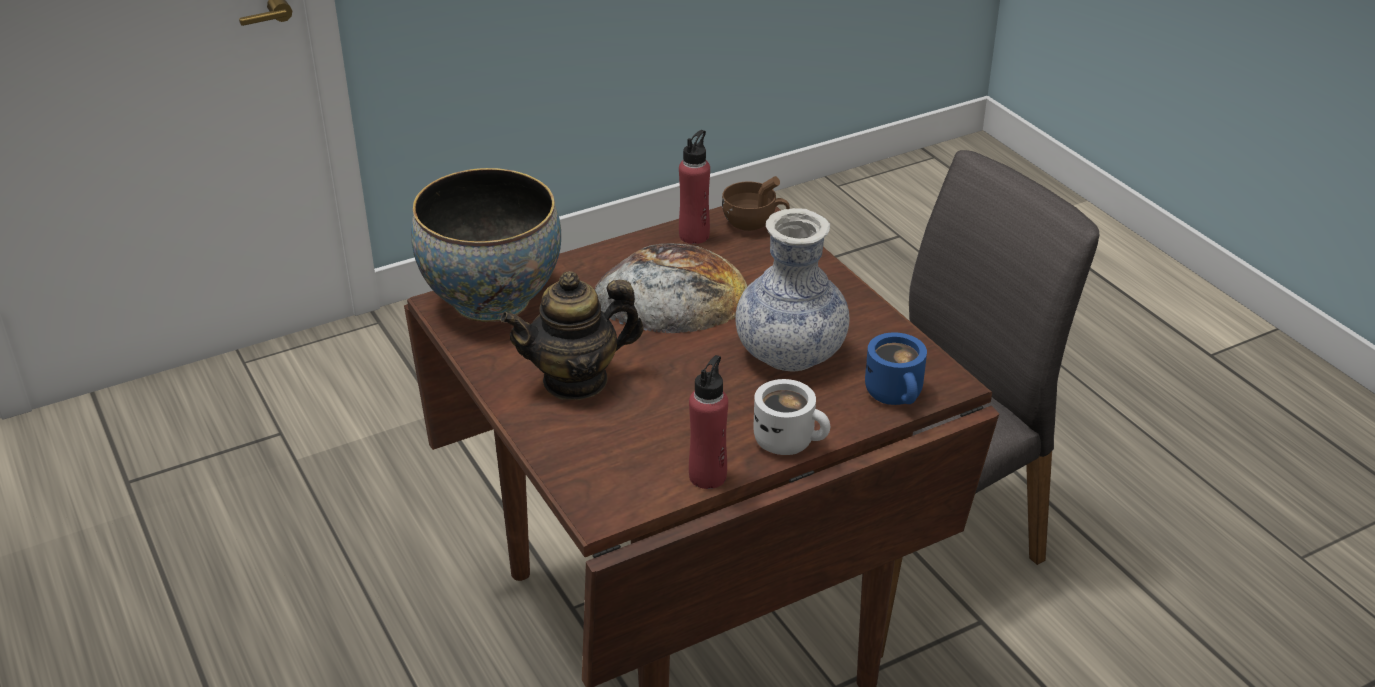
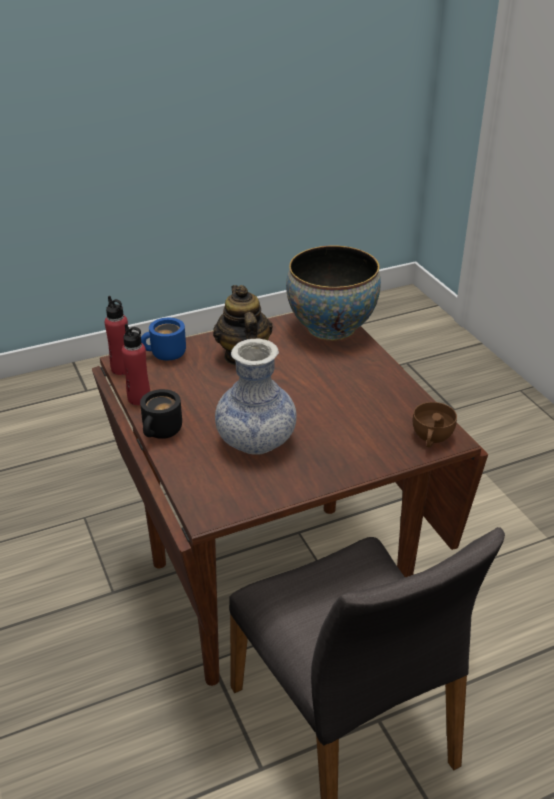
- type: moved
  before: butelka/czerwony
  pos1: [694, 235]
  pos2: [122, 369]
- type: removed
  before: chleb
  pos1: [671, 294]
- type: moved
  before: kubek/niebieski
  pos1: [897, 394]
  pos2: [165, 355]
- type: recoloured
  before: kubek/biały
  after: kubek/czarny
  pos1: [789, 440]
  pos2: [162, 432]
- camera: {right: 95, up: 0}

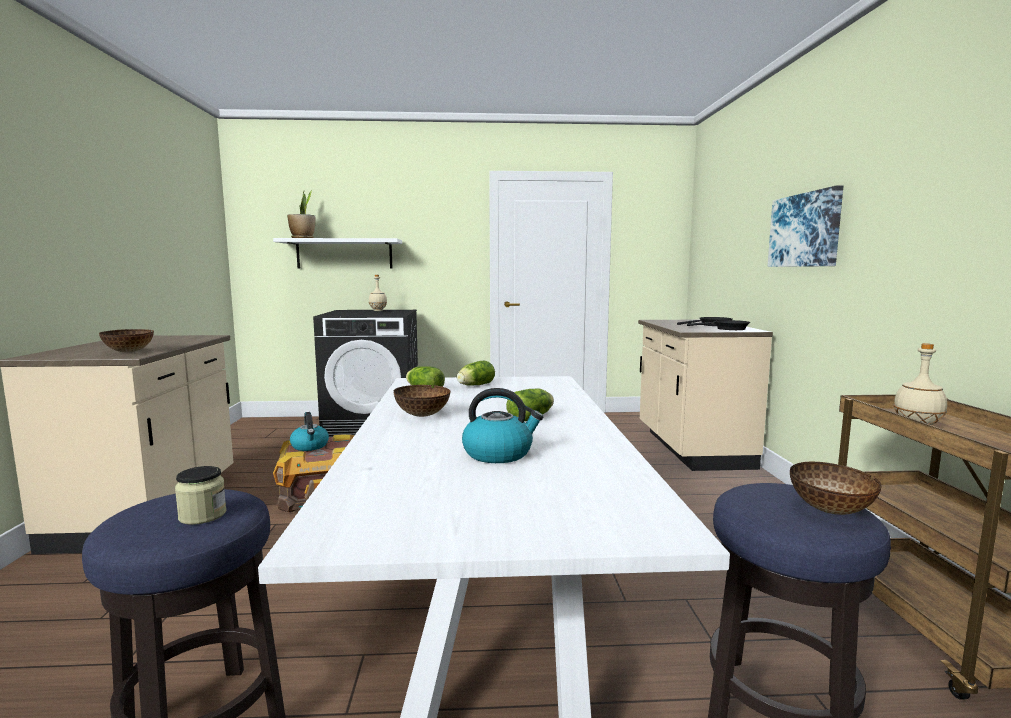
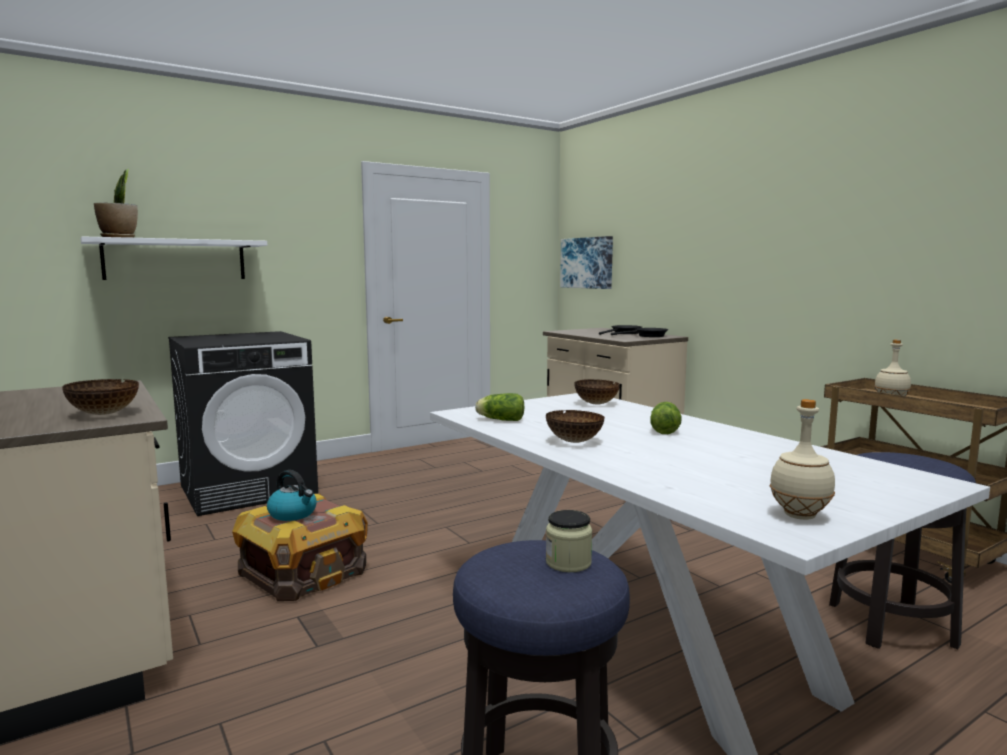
- type: moved
  before: obraz
  pos1: [805, 230]
  pos2: [587, 263]
- type: moved
  before: butelka/beżowy
  pos1: [378, 311]
  pos2: [798, 515]
- type: removed
  before: sałata
  pos1: [474, 385]
- type: removed
  before: czajnik
  pos1: [499, 453]
- type: moved
  before: miska
  pos1: [830, 511]
  pos2: [596, 404]
- camera: {right: -30, up: 0}

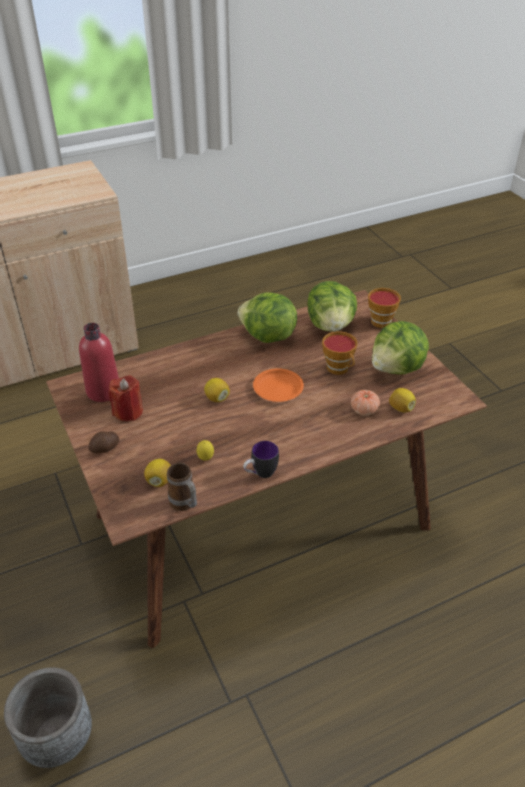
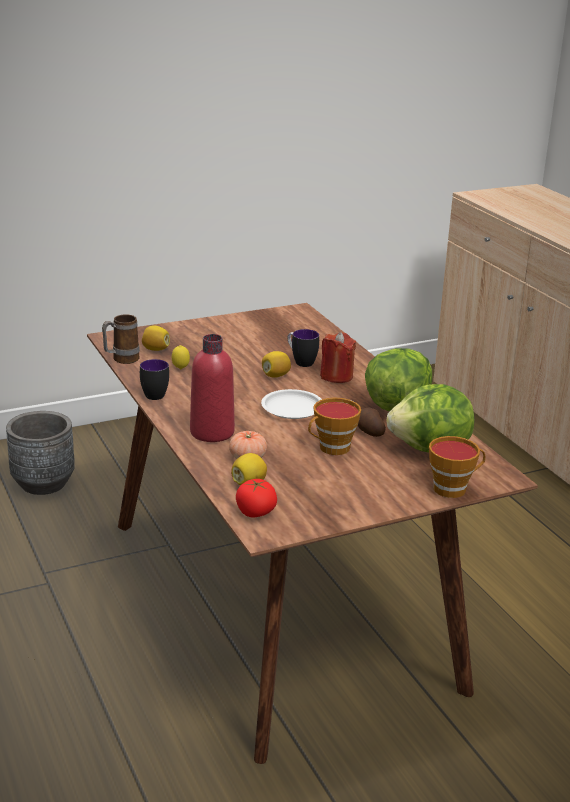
- type: removed
  before: sałata
  pos1: [397, 368]
- type: moved
  before: butelka/czerwony
  pos1: [103, 391]
  pos2: [212, 432]
- type: recoloured
  before: talerz/pomarańczowy
  after: talerz/biały
  pos1: [278, 388]
  pos2: [293, 408]
- type: moved
  before: świeca/czerwony
  pos1: [128, 412]
  pos2: [336, 376]
- type: moved
  before: ziemniak
  pos1: [105, 448]
  pos2: [369, 432]
- type: added
  after: kubek
  pos2: [300, 361]
- type: added
  after: pomidor
  pos2: [255, 512]
- camera: {right: 90, up: -15}

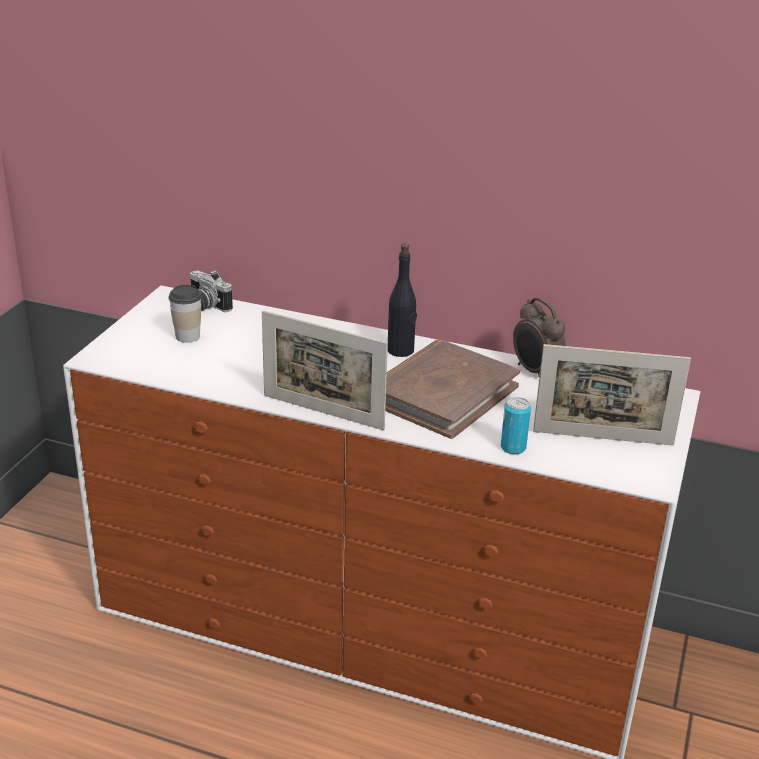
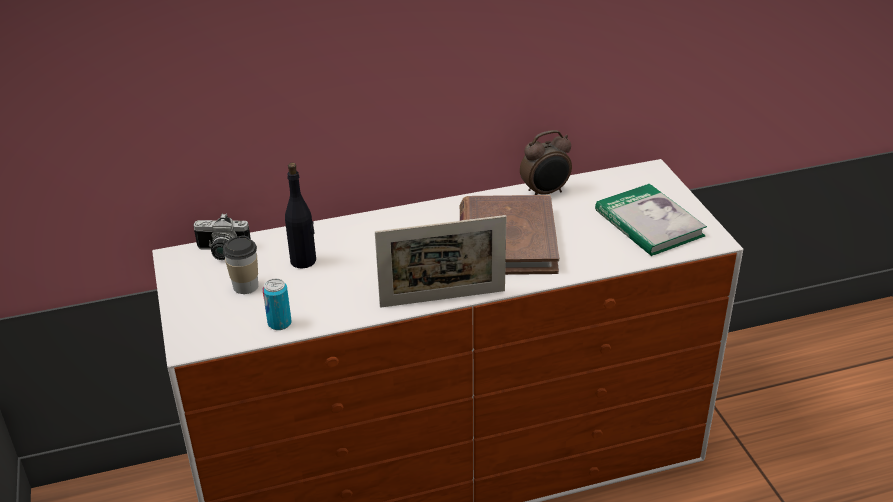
- type: moved
  before: butelka/czarny
  pos1: [401, 350]
  pos2: [303, 261]
- type: turned
  before: budzik
  pos1: [535, 372]
  pos2: [545, 193]
  turn: -45
- type: replaced
  before: ramka na zdjęcie
  after: książka
  pos1: [602, 438]
  pos2: [649, 223]
- type: moved
  before: puszka
  pos1: [513, 447]
  pos2: [279, 323]
- camera: {right: -35, up: 5}

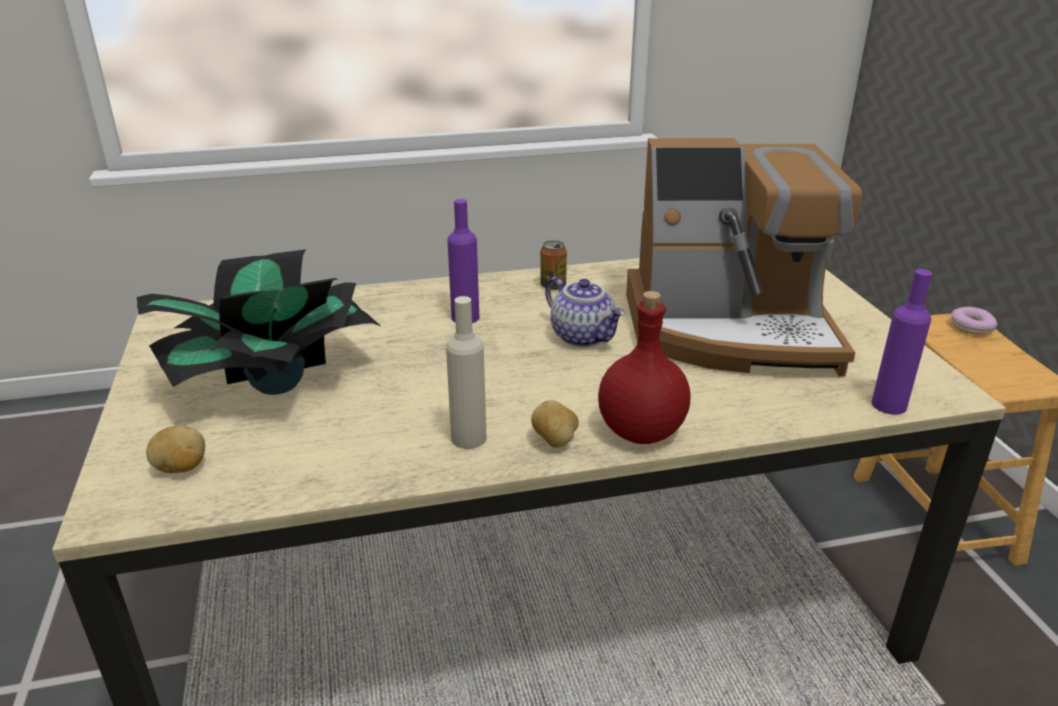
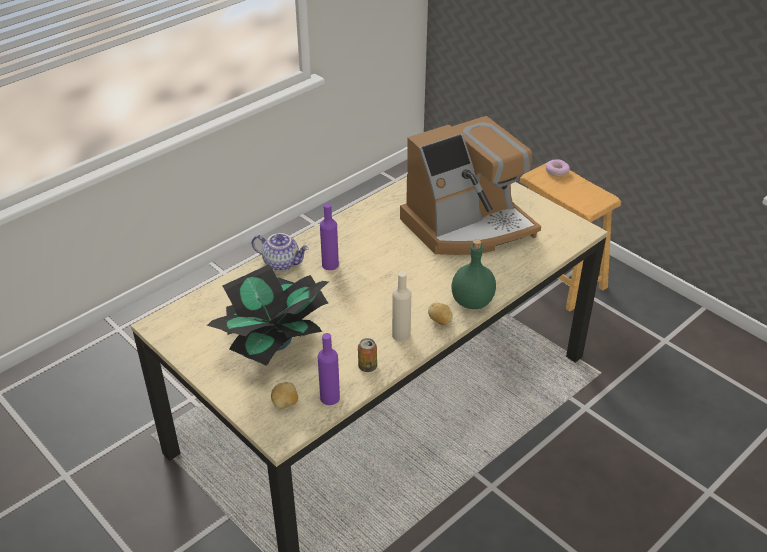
- type: moved
  before: puszka
  pos1: [553, 286]
  pos2: [367, 367]
- type: moved
  before: butelka/fioletowy
  pos1: [889, 405]
  pos2: [330, 397]
- type: moved
  before: imbryk
  pos1: [584, 336]
  pos2: [282, 263]
- type: recoloured
  before: butelka/czerwony
  after: butelka/zielony
  pos1: [640, 431]
  pos2: [471, 301]
- camera: {right: -30, up: 10}

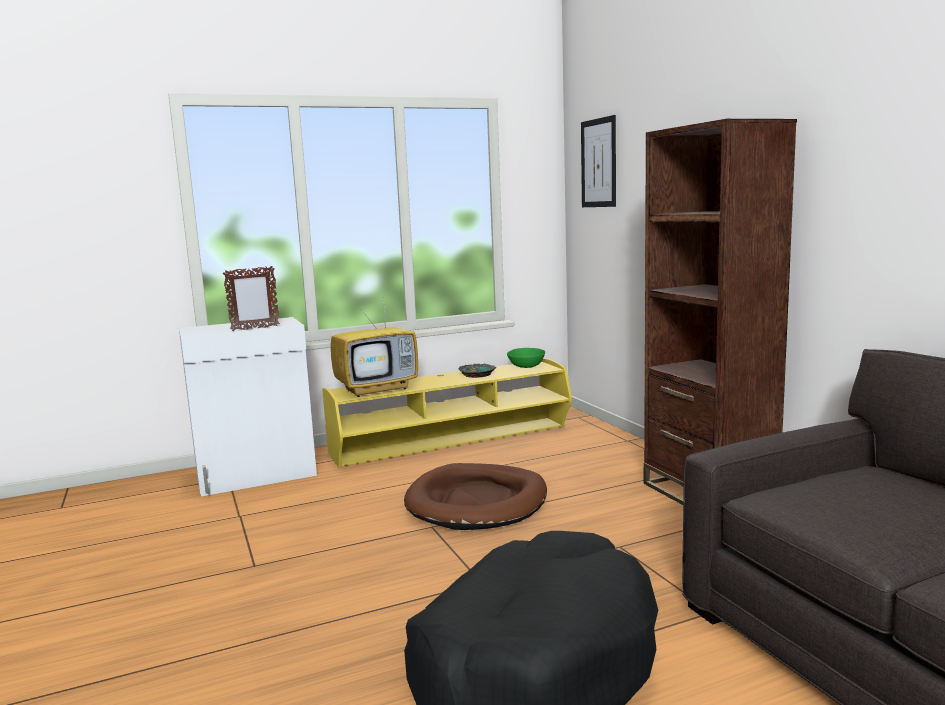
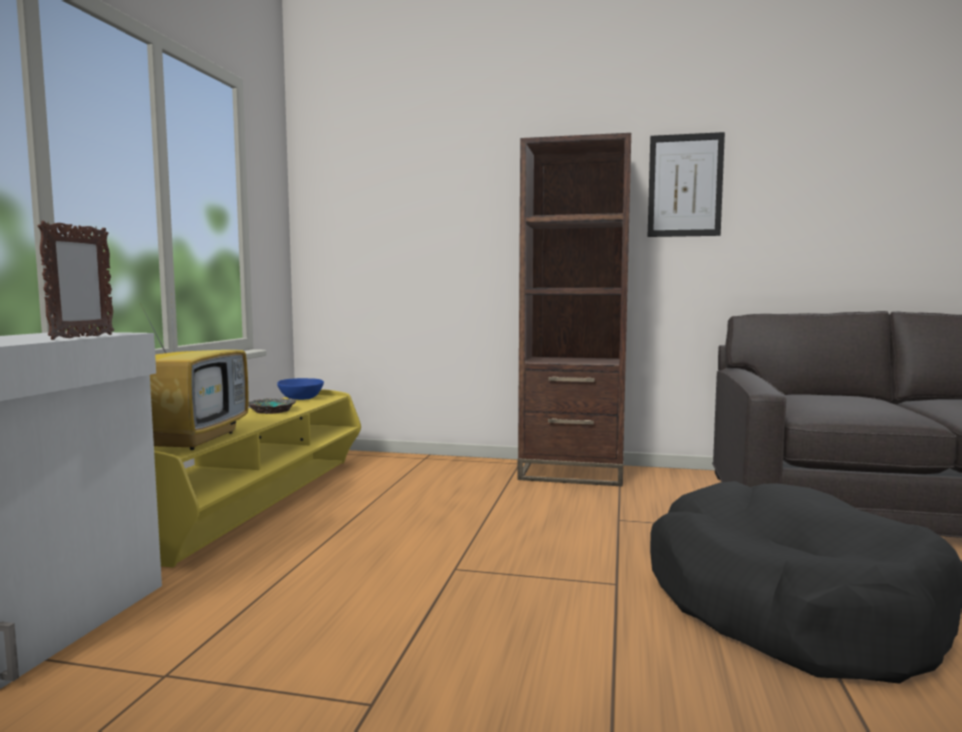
- type: moved
  before: obraz
  pos1: [598, 163]
  pos2: [685, 185]
- type: recoloured
  before: miska/zielony
  after: miska/niebieski
  pos1: [526, 366]
  pos2: [301, 398]
- type: removed
  before: legowisko/brązowy
  pos1: [477, 502]
- camera: {right: -55, up: -5}

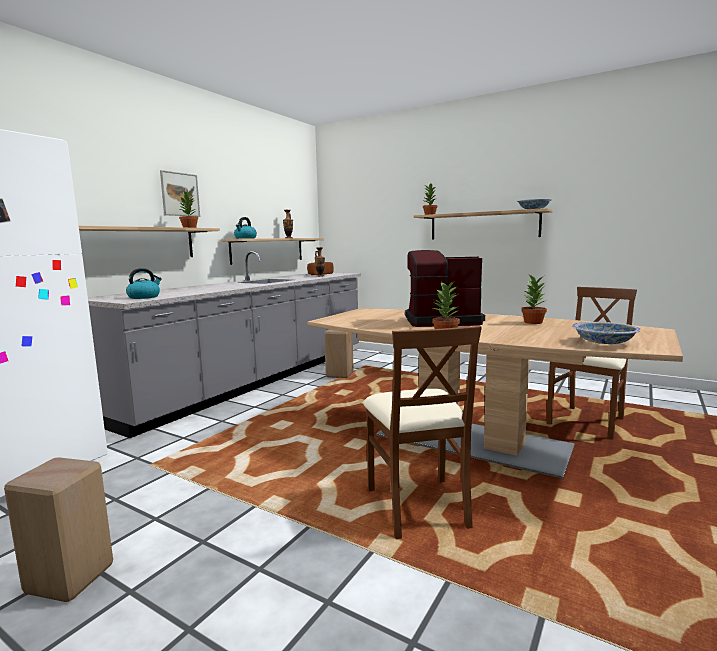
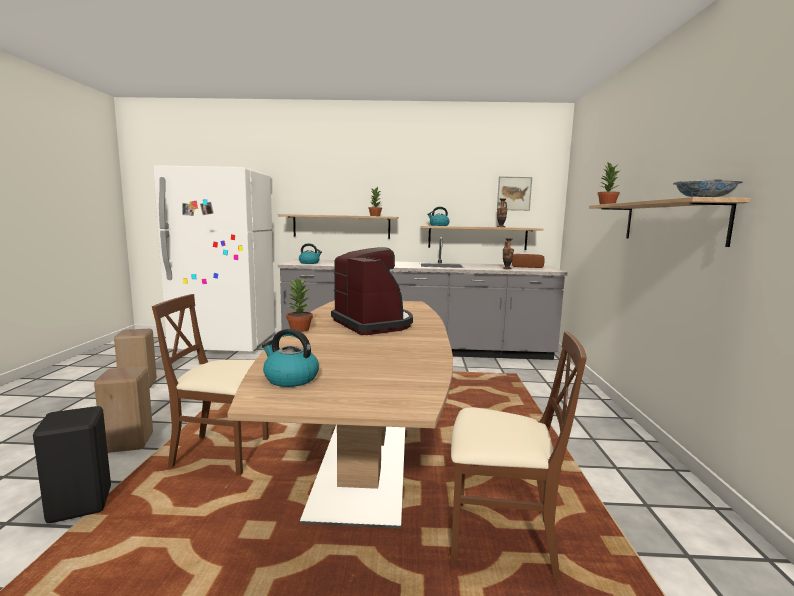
- type: moved
  before: obraz
  pos1: [180, 194]
  pos2: [514, 193]
- type: removed
  before: roślina doniczkowa
  pos1: [532, 322]
- type: replaced
  before: miska
  after: czajnik
  pos1: [604, 343]
  pos2: [290, 379]
- type: turned
  before: krzesło/brązowy
  pos1: [418, 506]
  pos2: [222, 454]
  turn: 45
- type: moved
  before: stołek/beżowy
  pos1: [339, 375]
  pos2: [130, 442]
- type: added
  after: stołek/czarny
  pos2: [78, 506]
- camera: {right: 60, up: 0}

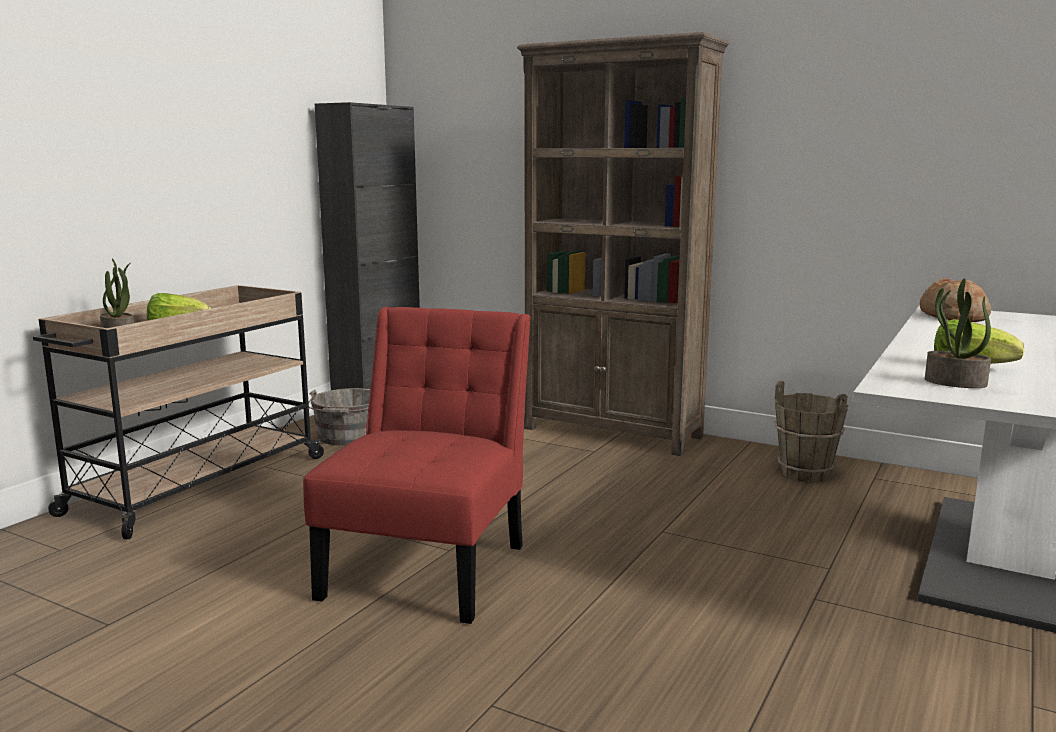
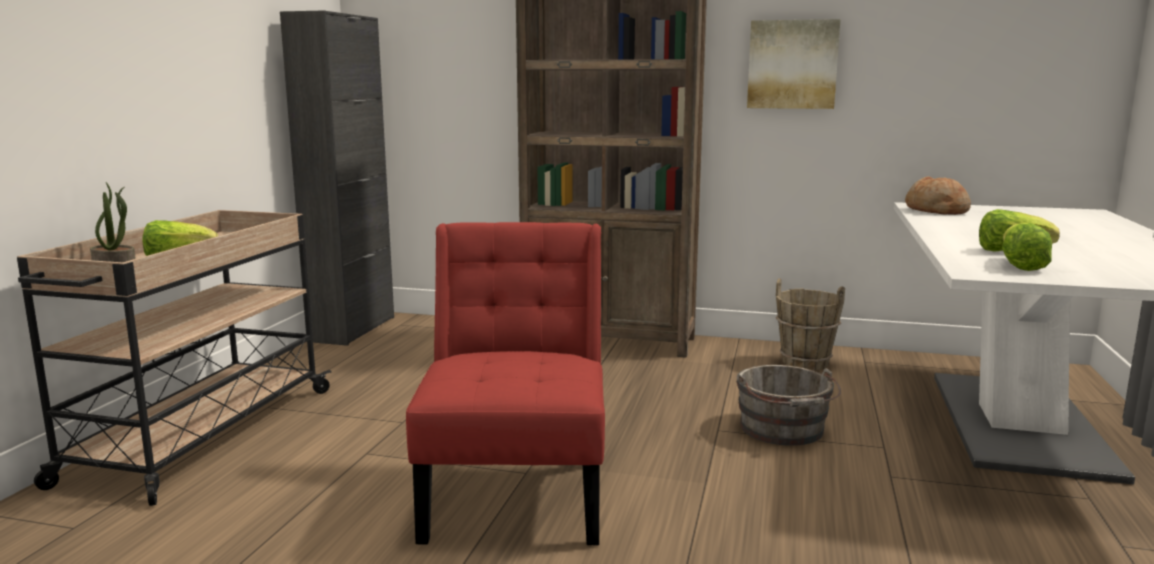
- type: replaced
  before: roślina doniczkowa
  after: sałata
  pos1: [954, 383]
  pos2: [1020, 266]
- type: moved
  before: wiadro/szary
  pos1: [348, 437]
  pos2: [783, 431]
- type: added
  after: obraz
  pos2: [792, 64]
- camera: {right: -15, up: 0}

